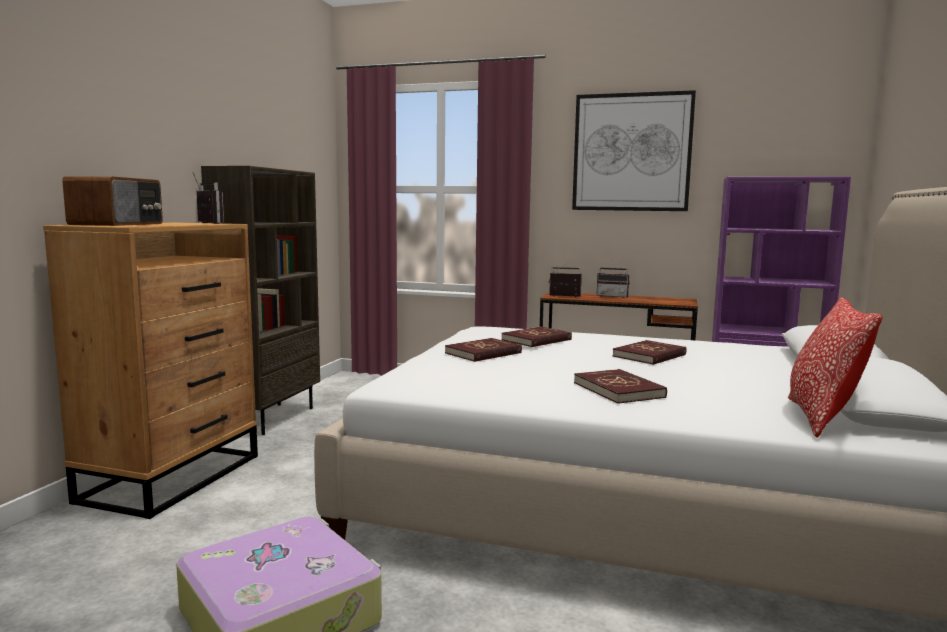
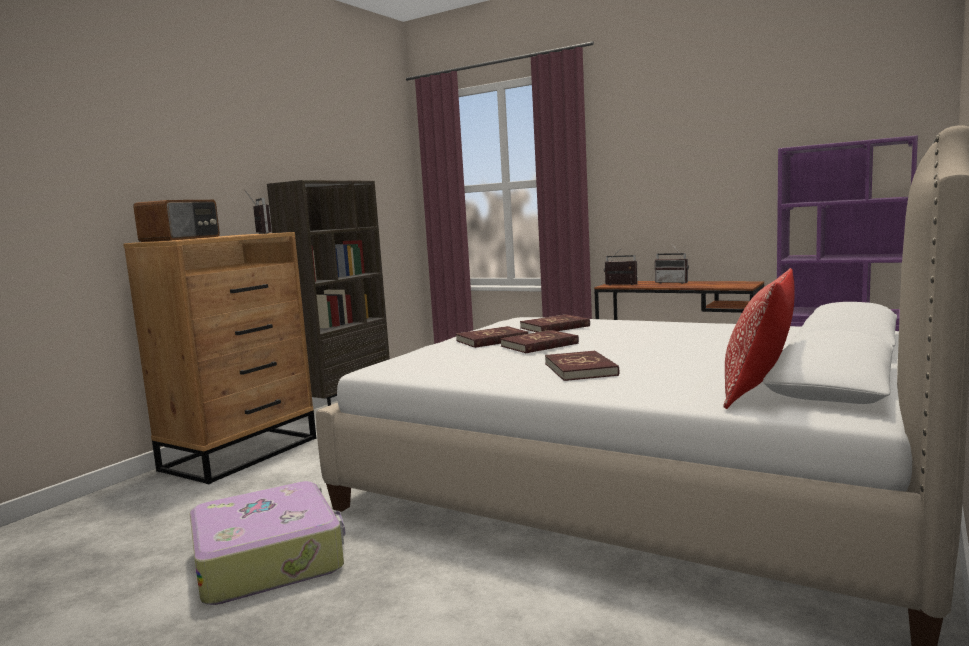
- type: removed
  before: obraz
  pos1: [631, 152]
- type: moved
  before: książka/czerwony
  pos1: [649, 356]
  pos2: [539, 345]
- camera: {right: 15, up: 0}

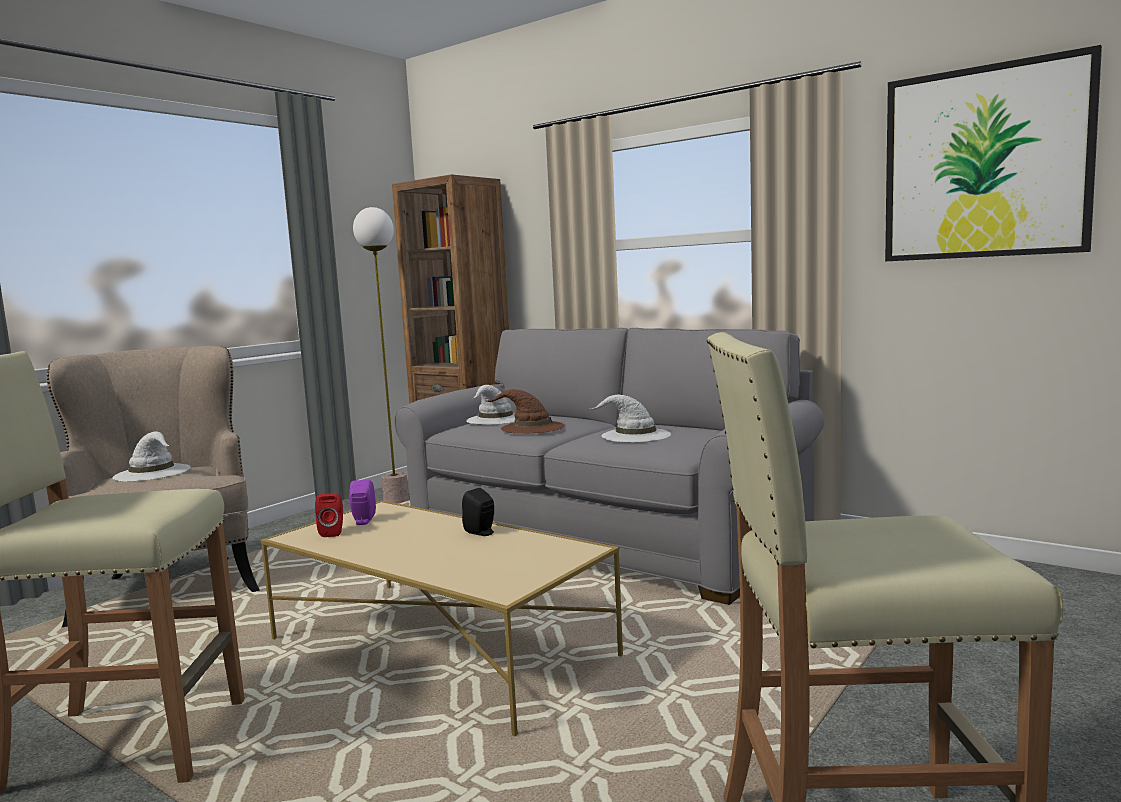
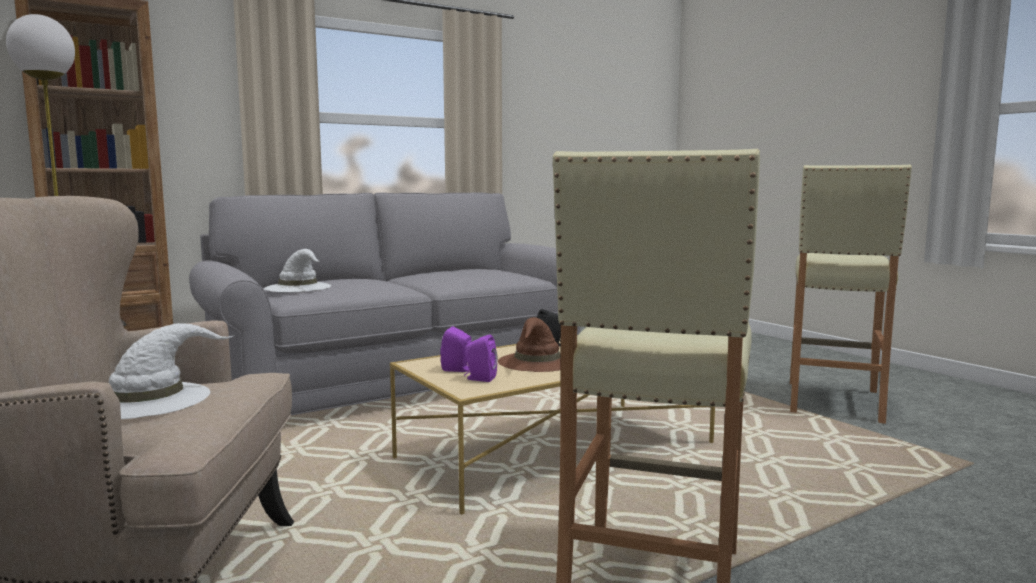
- type: removed
  before: obraz
  pos1: [985, 163]
- type: moved
  before: kapelusz/brązowy
  pos1: [531, 427]
  pos2: [537, 362]
- type: removed
  before: kapelusz/biały
  pos1: [635, 435]
- type: recoloured
  before: głośnik/czerwony
  after: głośnik/fioletowy
  pos1: [333, 532]
  pos2: [479, 379]
- camera: {right: -70, up: 0}

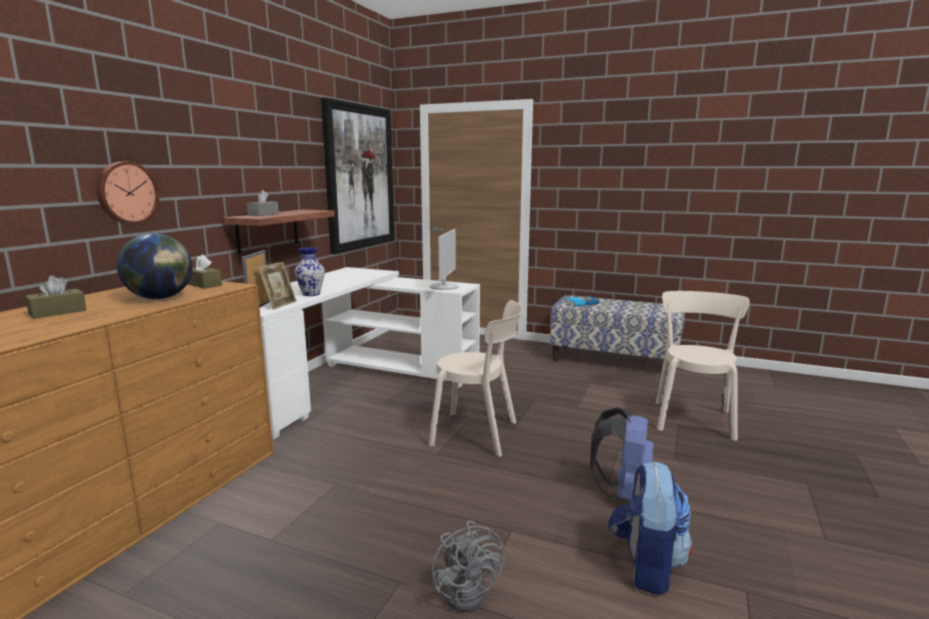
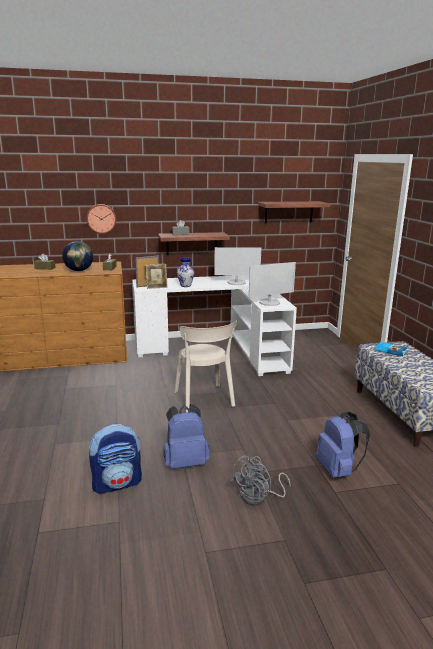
- type: replaced
  before: obraz
  after: półka
  pos1: [359, 177]
  pos2: [289, 212]
- type: replaced
  before: krzesło/beżowy
  after: plecak/niebieski
  pos1: [693, 418]
  pos2: [338, 470]
- type: moved
  before: wentylator/szary
  pos1: [469, 591]
  pos2: [259, 497]
- type: added
  after: monitor
  pos2: [236, 282]
- camera: {right: 55, up: 5}

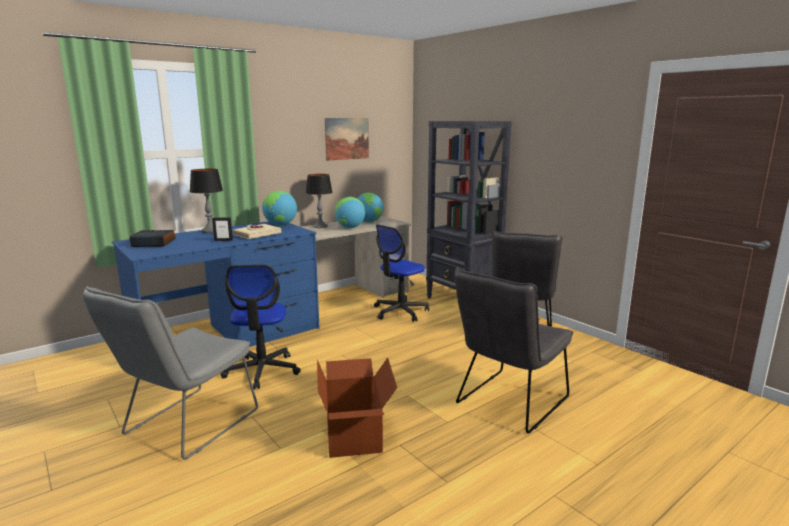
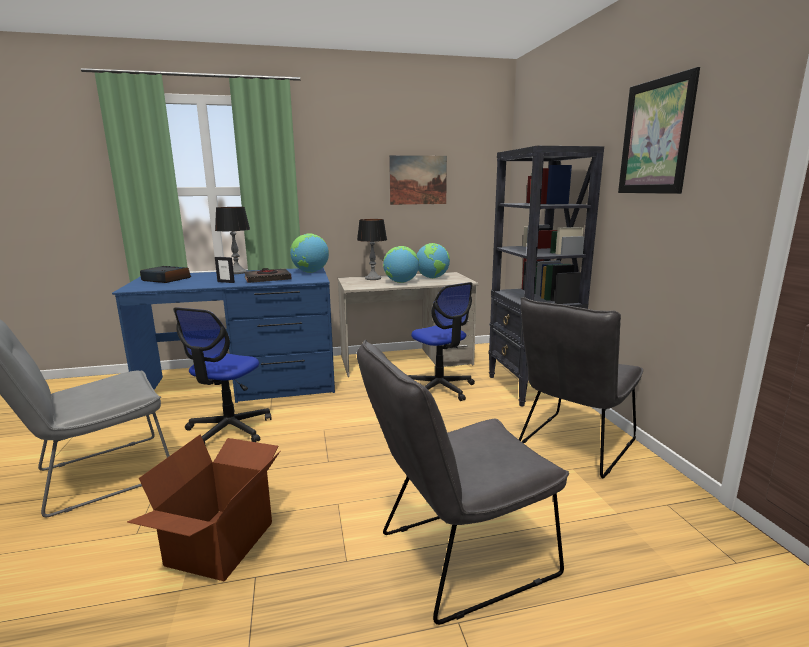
- type: recoloured
  before: książka/beżowy
  after: książka/czarny
  pos1: [257, 234]
  pos2: [267, 279]
- type: turned
  before: krzesło biurowe
  pos1: [400, 311]
  pos2: [440, 388]
  turn: -105
- type: added
  after: obraz
  pos2: [655, 137]
- camera: {right: 25, up: 0}

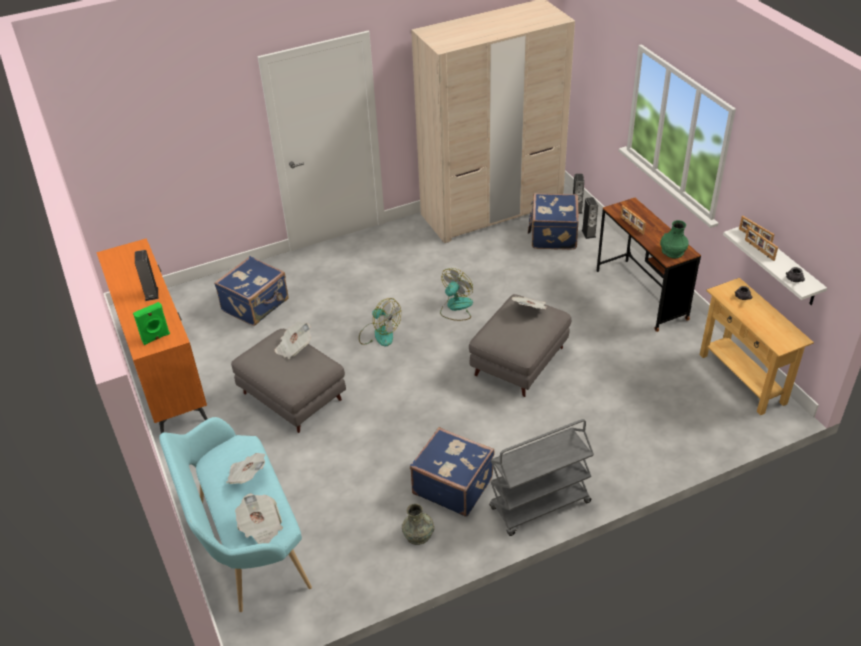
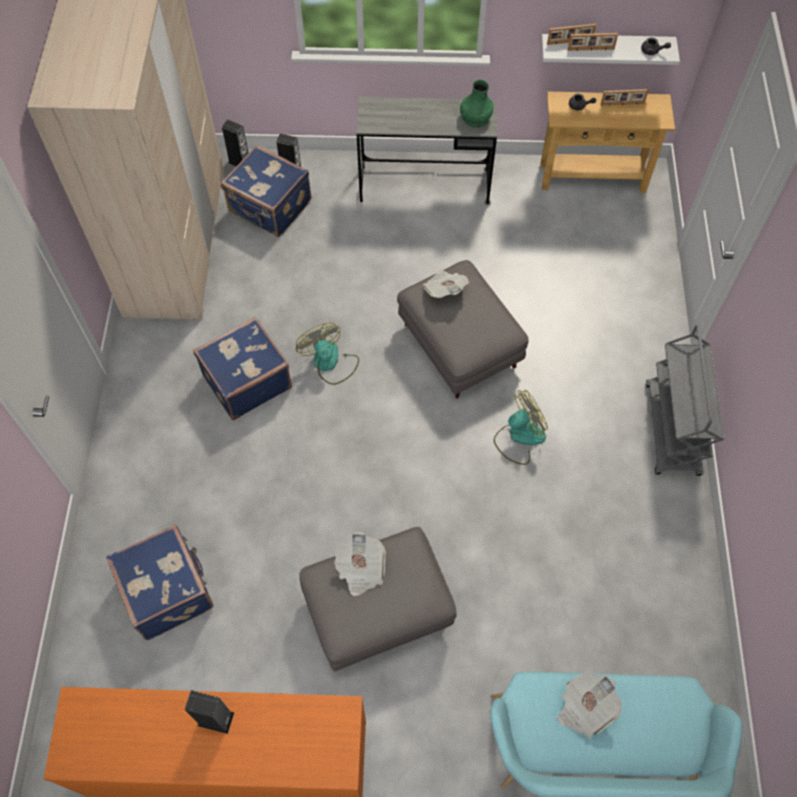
- type: recoloured
  before: biurko/brązowy
  after: biurko/szary
  pos1: [641, 294]
  pos2: [424, 185]
- type: moved
  before: ramka na zdjęcie
  pos1: [631, 225]
  pos2: [622, 104]
- type: moved
  before: wentylator
  pos1: [379, 334]
  pos2: [519, 437]
- type: removed
  before: głośnik/zielony
  pos1: [156, 338]
- type: moved
  before: walizka/niebieski
  pos1: [453, 485]
  pos2: [246, 381]
- type: removed
  before: gazeta
  pos1: [261, 527]
- type: removed
  before: wazon/szary
  pos1: [418, 534]
- camera: {right: -65, up: 20}

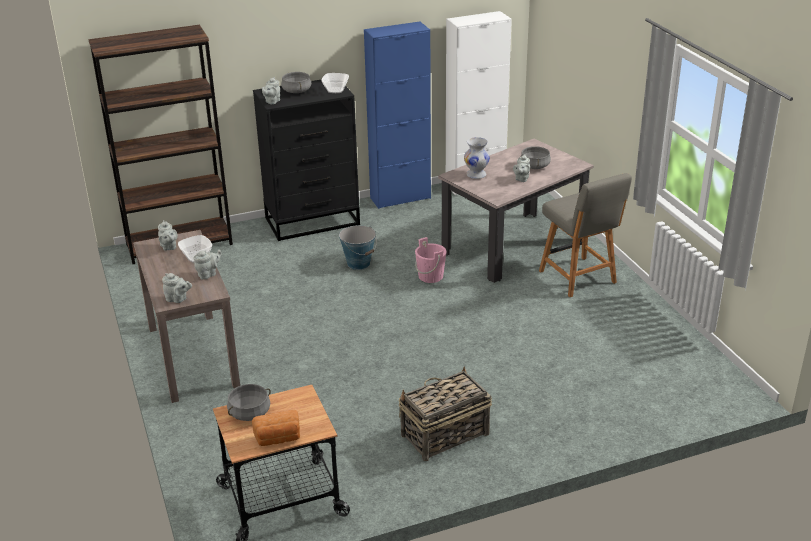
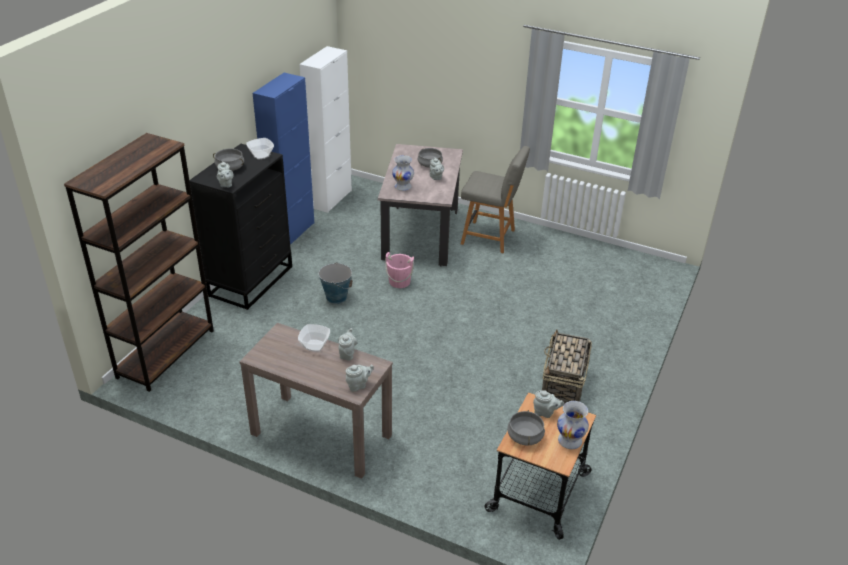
- type: moved
  before: imbryk/szary
  pos1: [169, 247]
  pos2: [545, 413]
- type: replaced
  before: chleb
  after: wazon/biały
  pos1: [278, 438]
  pos2: [569, 441]
- camera: {right: -45, up: 5}

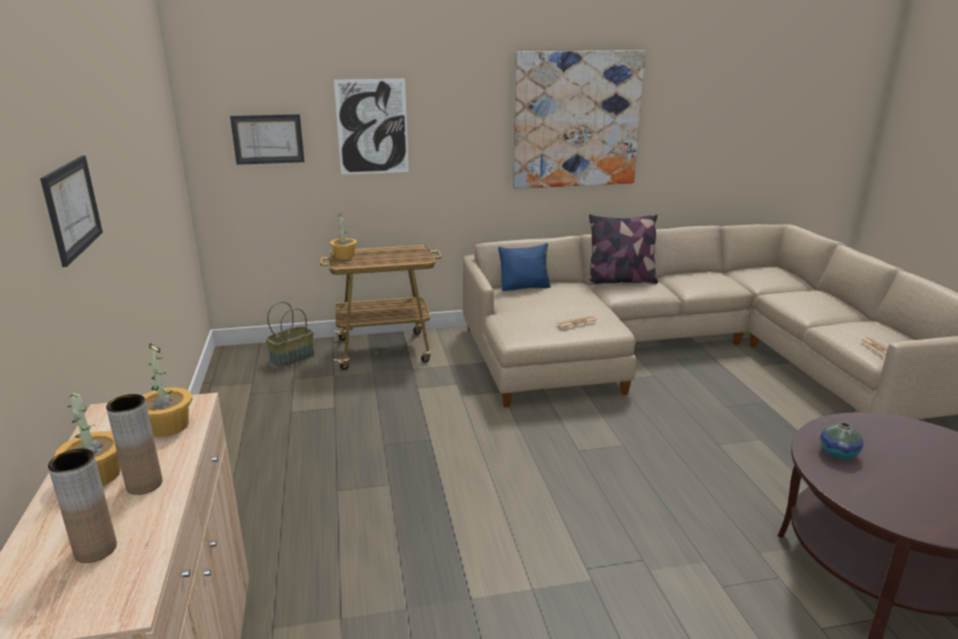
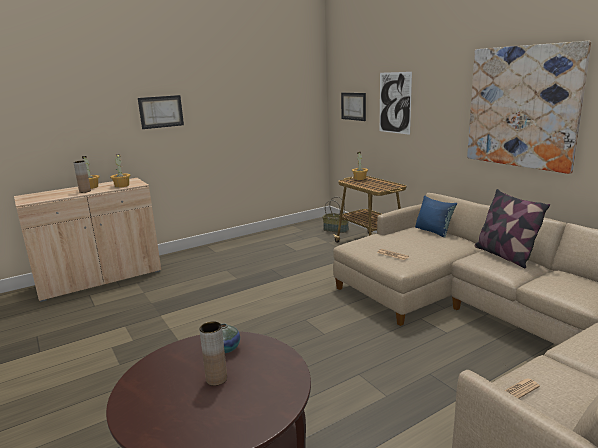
- type: moved
  before: wazon/brązowy
  pos1: [96, 550]
  pos2: [216, 379]
- camera: {right: 70, up: -5}

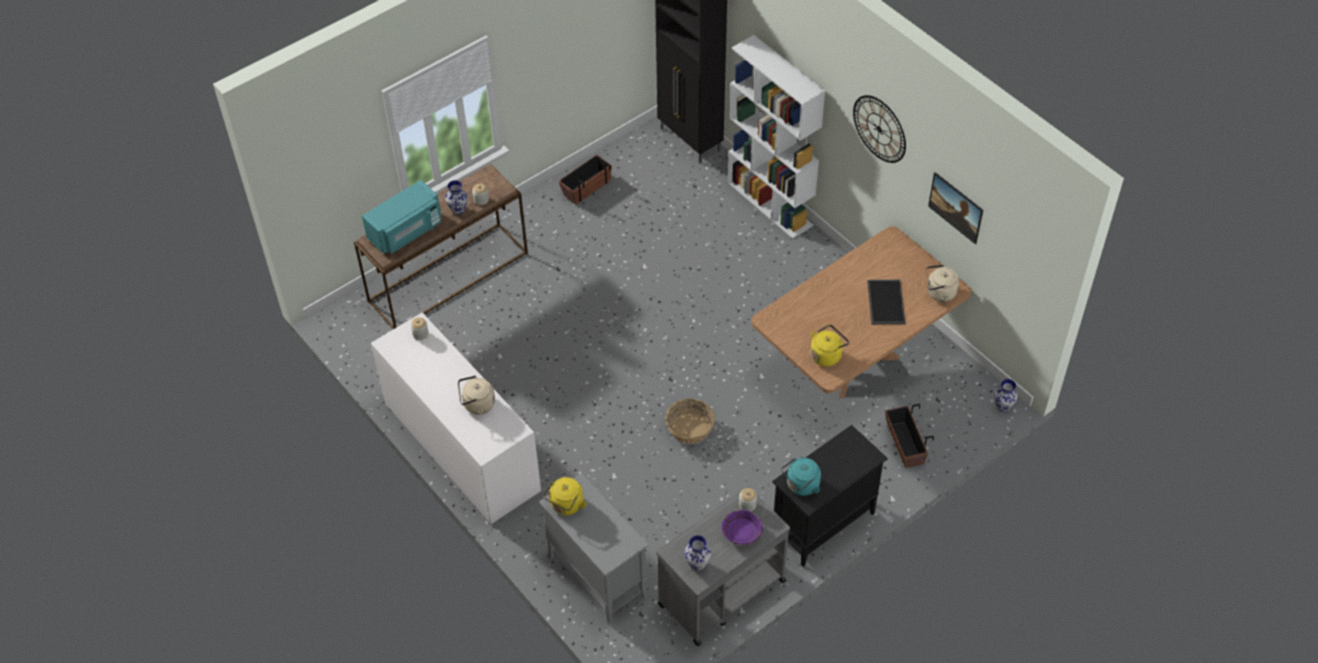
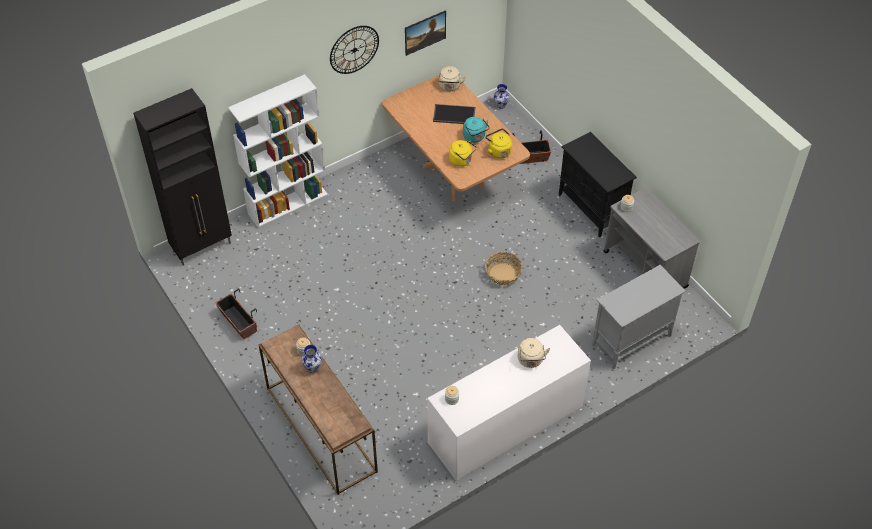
- type: removed
  before: mikrofalówka/turkusowy
  pos1: [406, 231]
- type: moved
  before: czajnik/turkusowy
  pos1: [801, 486]
  pos2: [475, 137]
- type: moved
  before: czajnik/żółty
  pos1: [566, 506]
  pos2: [462, 160]
- type: removed
  before: miska/fioletowy
  pos1: [742, 532]
- type: removed
  before: wazon
  pos1: [697, 564]
- camera: {right: -85, up: 0}

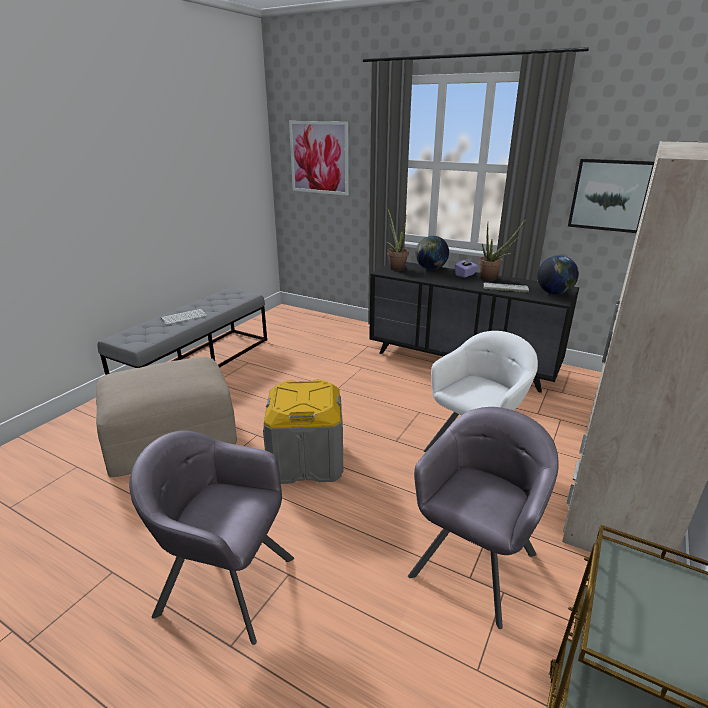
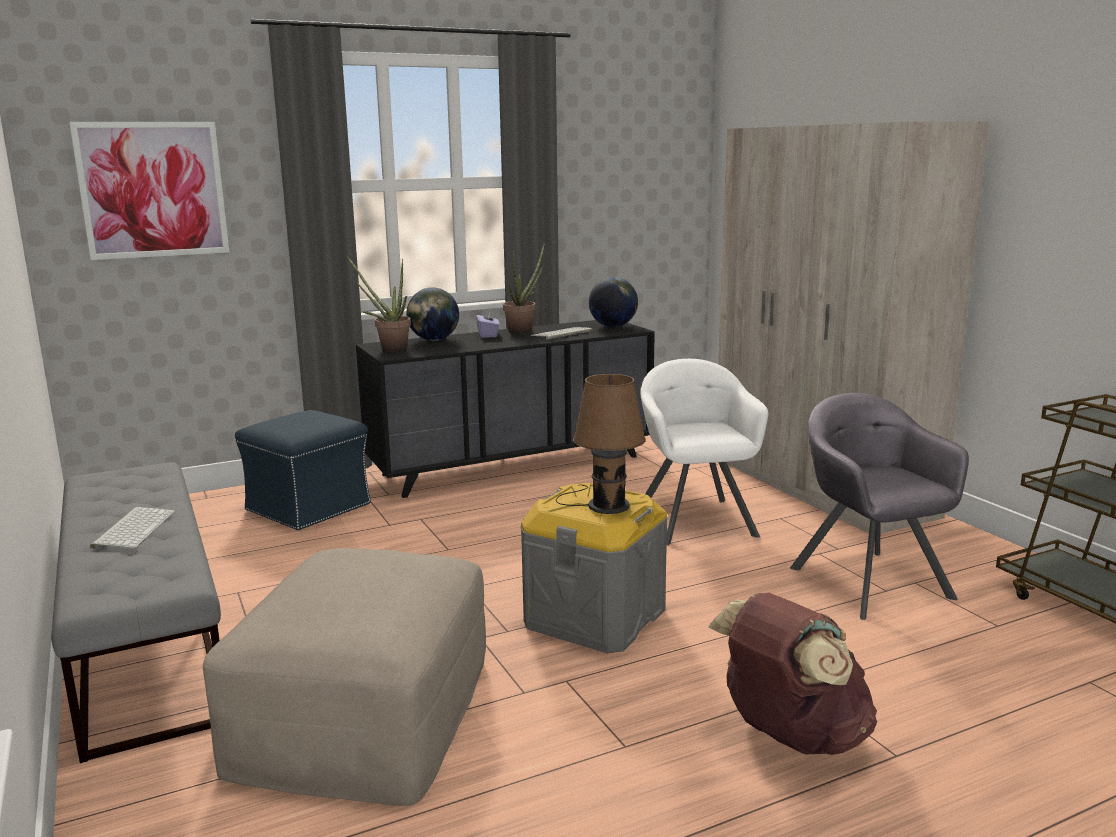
- type: removed
  before: obraz
  pos1: [609, 195]
- type: replaced
  before: fotel/szary
  after: plecak/brązowy
  pos1: [226, 584]
  pos2: [790, 736]
- type: added
  after: lampa stołowa/brązowy
  pos2: [604, 505]
- type: added
  after: pufa/niebieski
  pos2: [309, 507]
- camera: {right: -55, up: -10}

